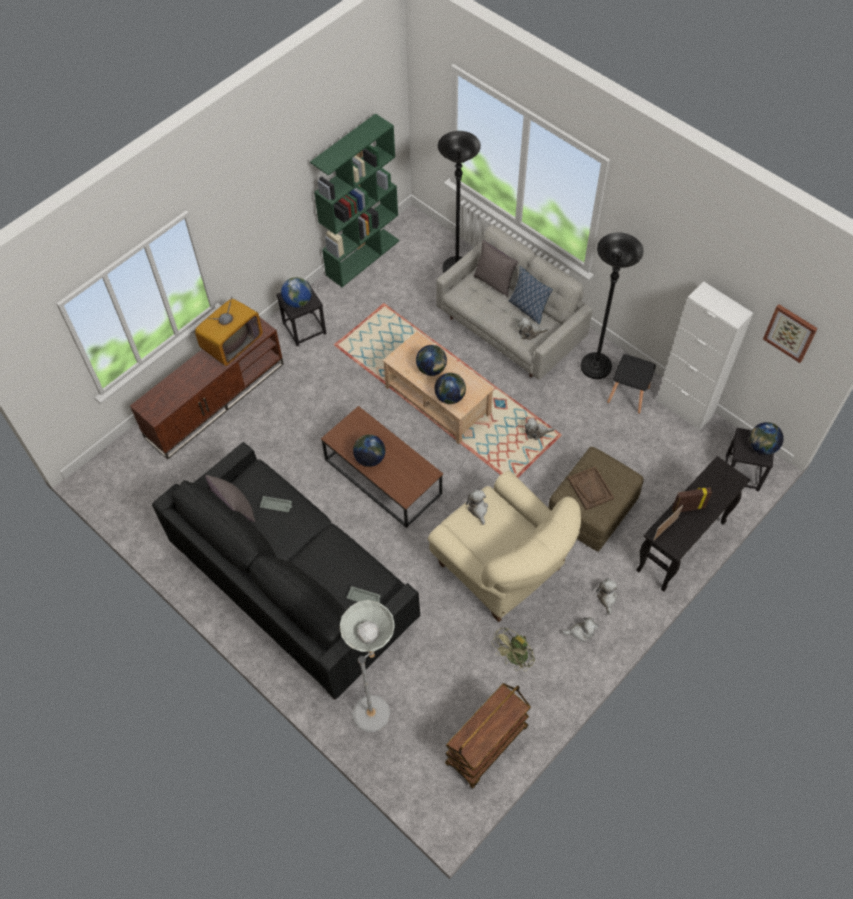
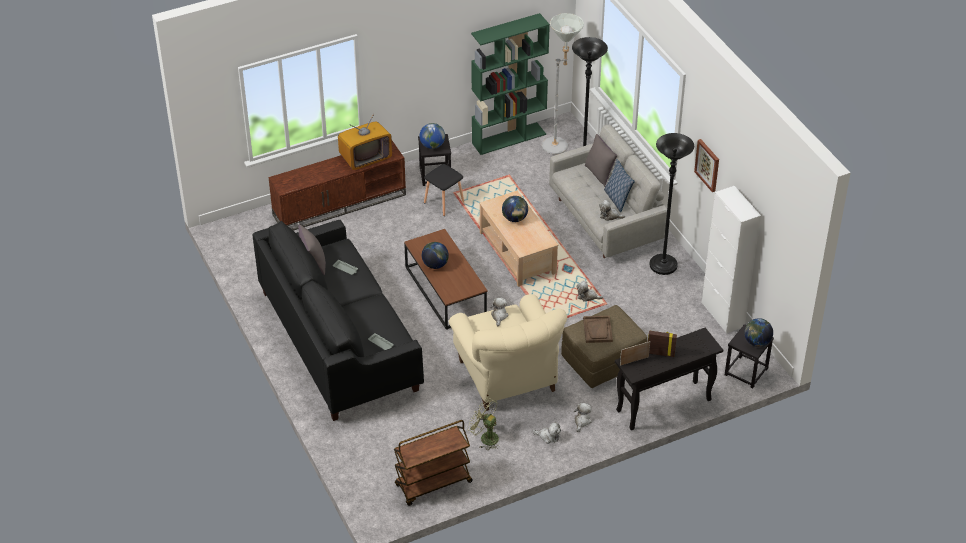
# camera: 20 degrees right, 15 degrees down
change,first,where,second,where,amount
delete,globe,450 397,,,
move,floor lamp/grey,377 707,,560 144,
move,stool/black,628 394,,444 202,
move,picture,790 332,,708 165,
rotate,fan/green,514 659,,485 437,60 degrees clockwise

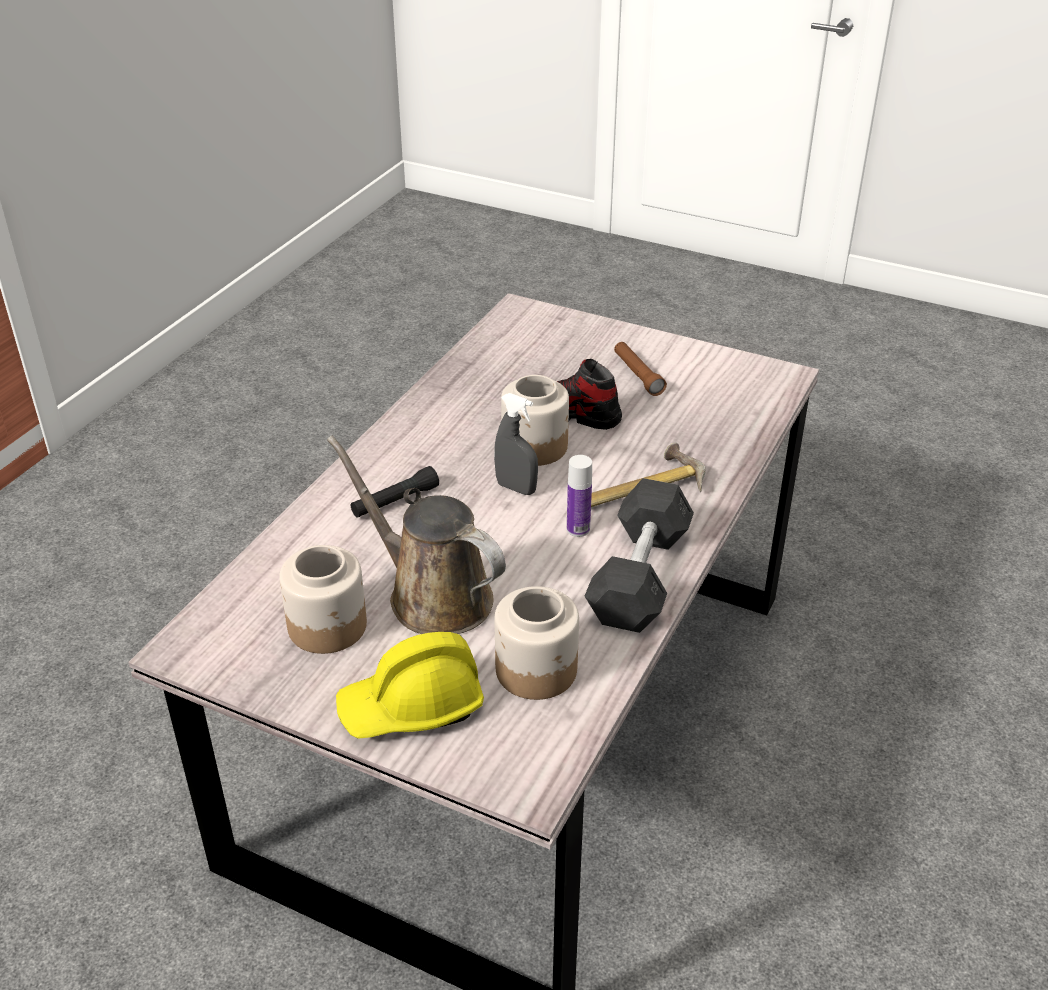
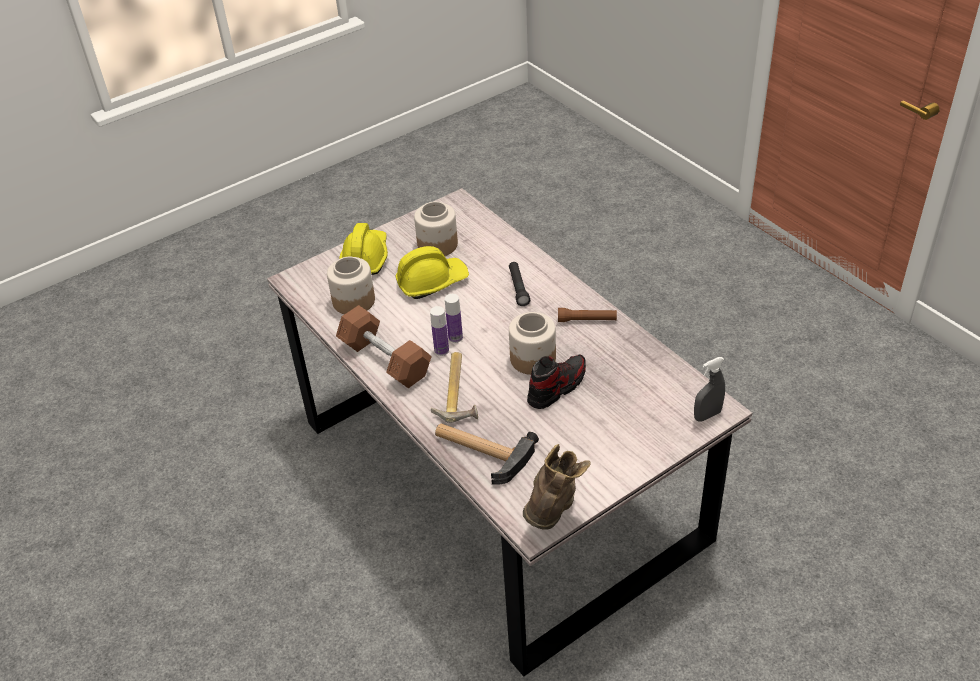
# camera: 120 degrees right, 5 degrees up
change,first,where,second,where,amount
insert,,,hammer,480 451,
insert,,,bottle,455 337,
insert,,,boot/brown,554 509,
move,spray bottle/grey,516 488,,707 415,
move,flashlight/brown,638 375,,587 320,
replace,watering can/brown,432 595,hard hat/yellow,432 282,
recolor,dumbbell/grey,639 577,dumbbell/brown,385 360,

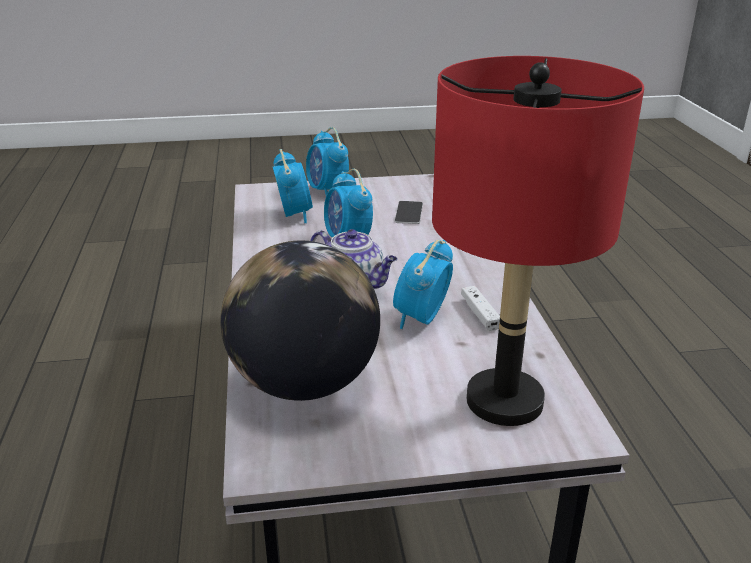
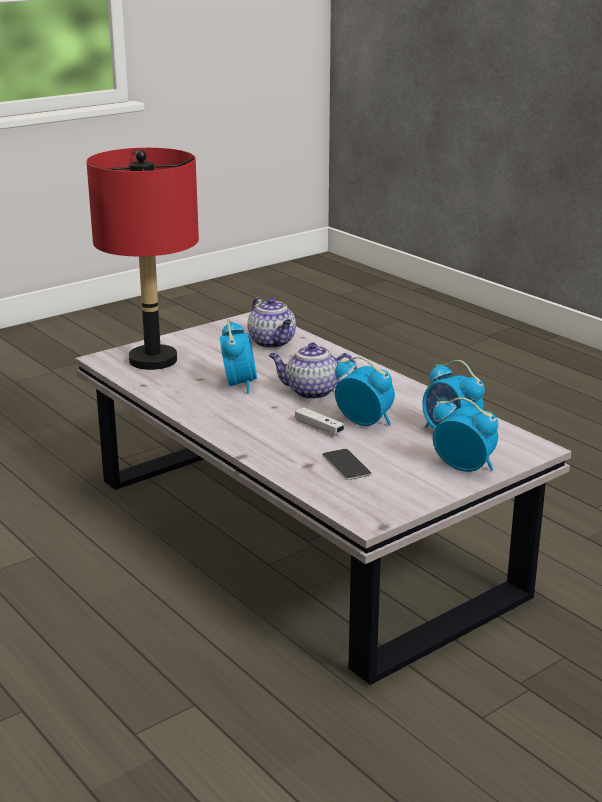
# camera: 150 degrees right, 5 degrees down
change,first,where,second,where,amount
move,game controller/white,480 314,,319 427,
replace,globe,304 384,teapot,273 343,

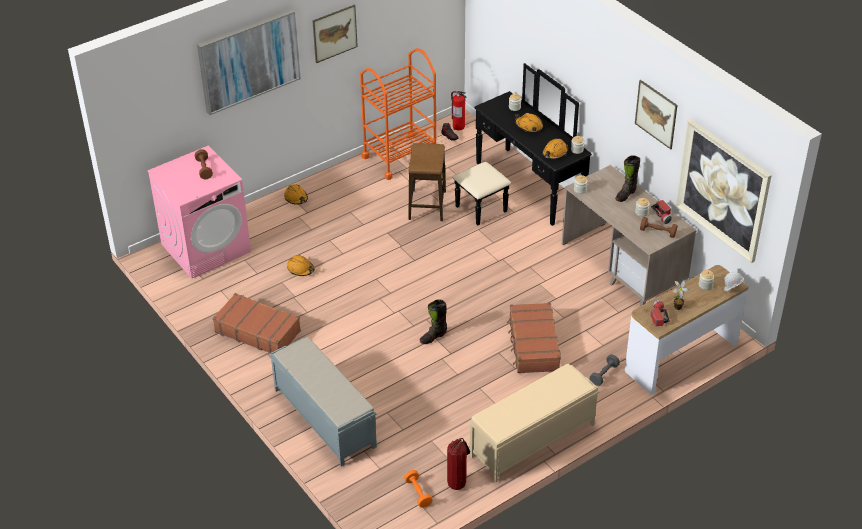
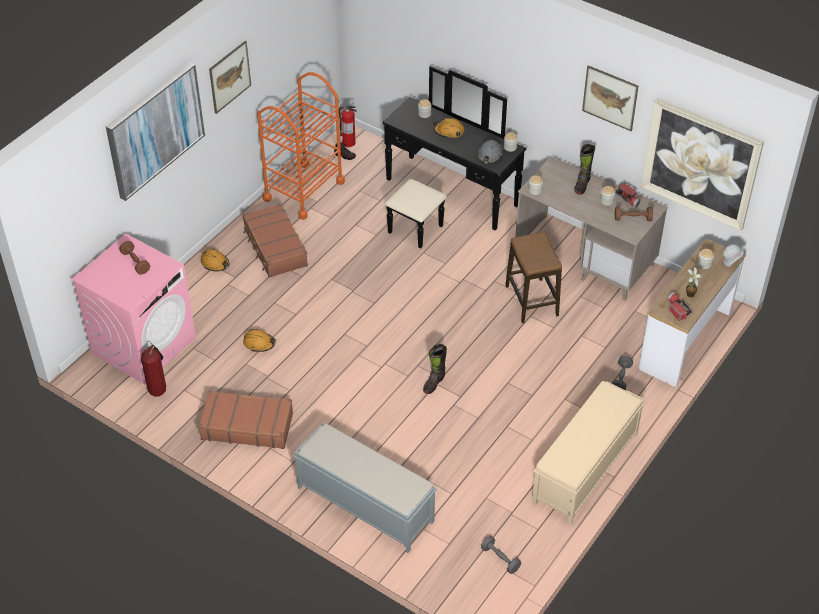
# camera: 20 degrees left, 5 degrees up
change,first,where,second,where,amount
move,stool,427 205,,531 301,
move,fire extinguisher,457 483,,158 389,
move,suitcase/brown,533 345,,275 247,
recolor,dumbbell/orange,418 493,dumbbell/grey,500 559,
recolor,hard hat/orange,554 153,hard hat/grey,489 156,

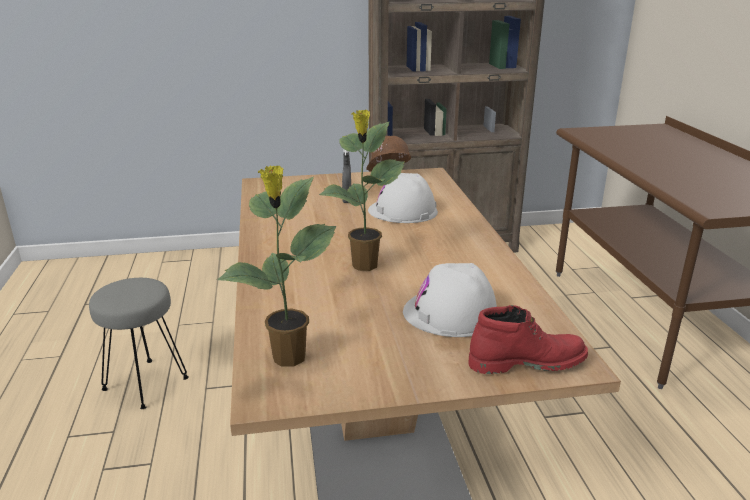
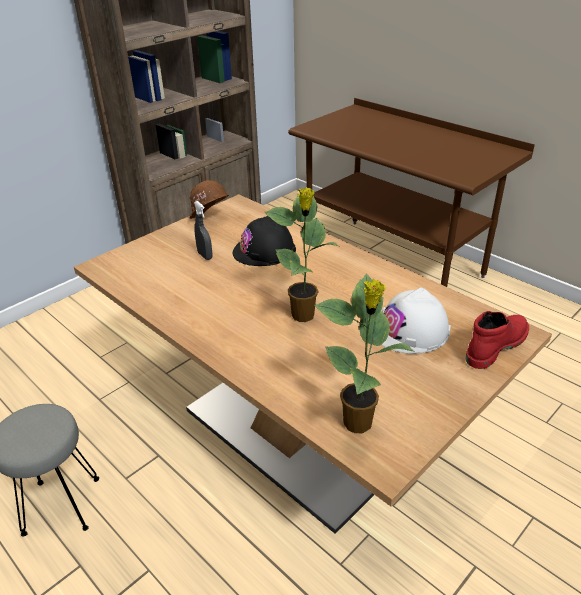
# camera: 35 degrees left, 10 degrees up
change,first,where,second,where,amount
recolor,hard hat/white,402 211,hard hat/black,264 251,

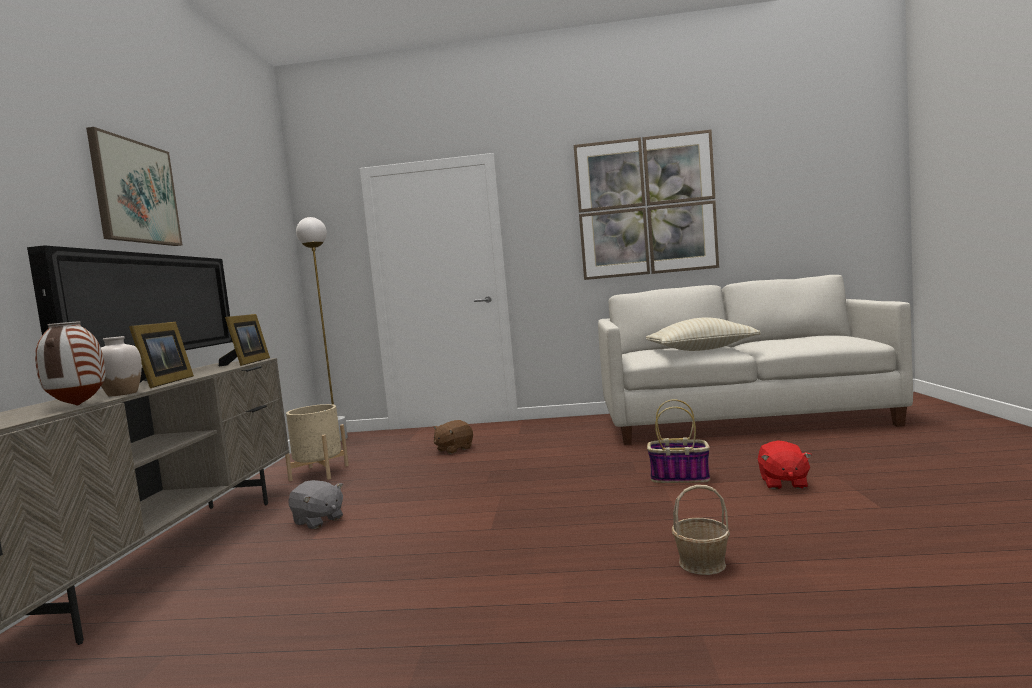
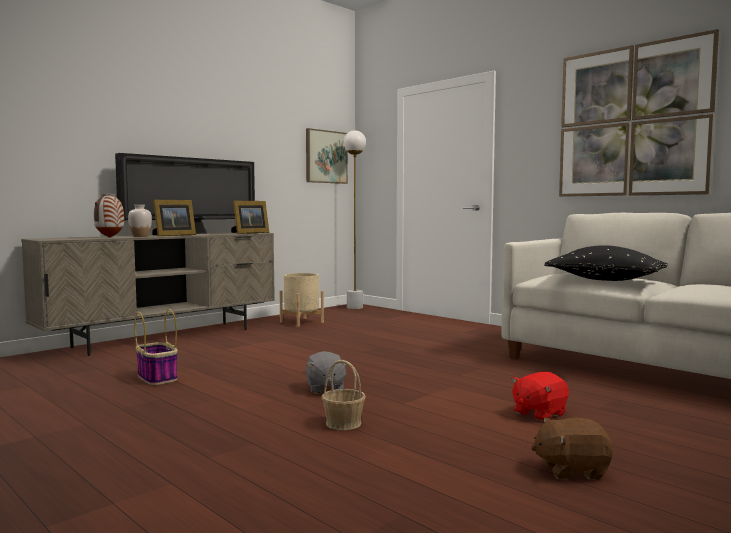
# camera: 40 degrees right, 0 degrees up
change,first,where,second,where,amount
move,picture,135 192,,326 157,
move,plush toy/grey,318 521,,325 389,
move,plush toy/brown,454 449,,571 470,
move,basket,680 477,,157 378,
recolor,pillow/beige,701 349,pillow/black,605 280,

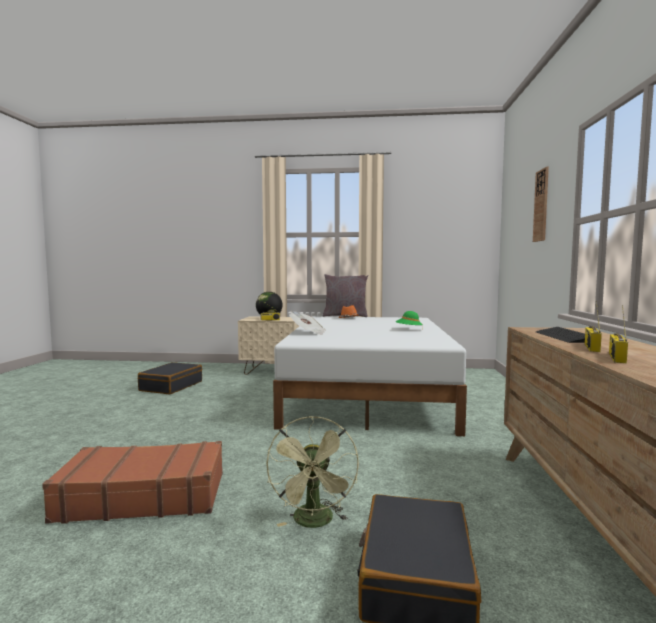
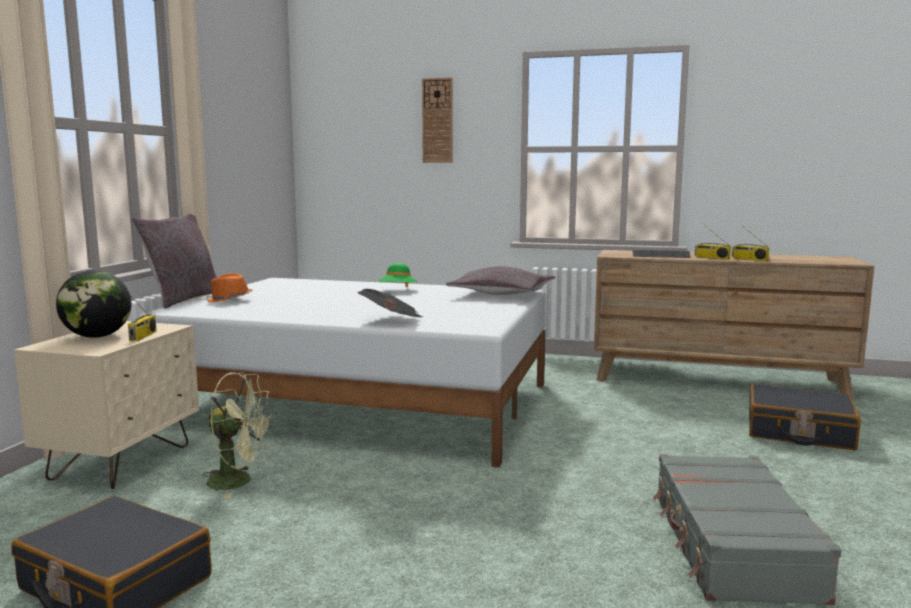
# camera: 80 degrees left, 5 degrees up
change,first,where,second,where,amount
insert,,,pillow/grey,502 294,
move,fan/green,314 522,,239 481,
recolor,suitcase/brown,143 496,suitcase/grey,731 545,

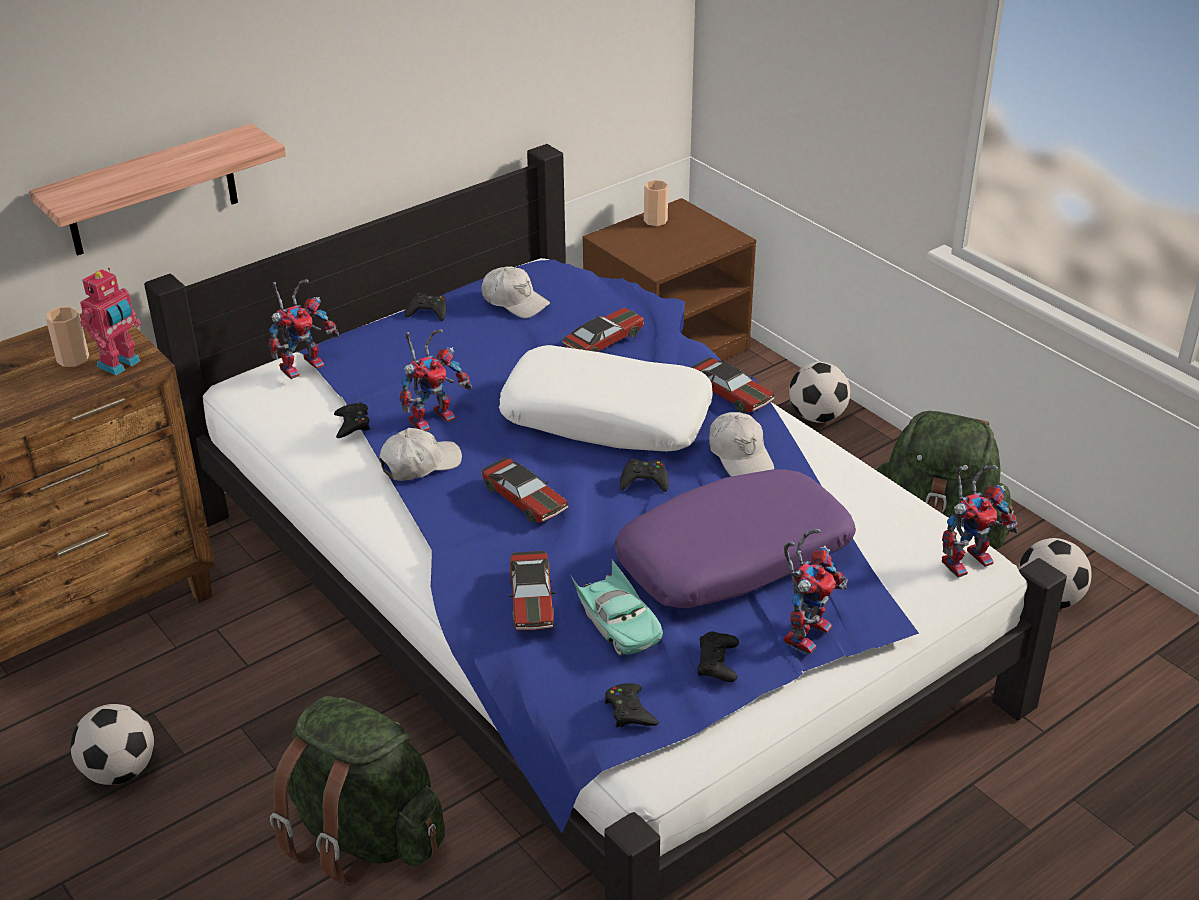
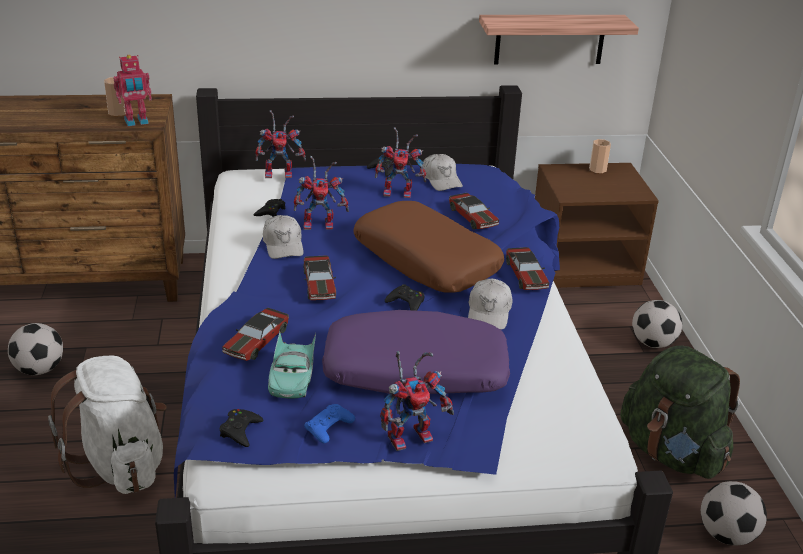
# camera: 30 degrees right, 5 degrees down
change,first,where,second,where,amount
move,shelf,151 191,,549 39,
move,toy robot,968 558,,400 192,
recolor,backpack/green,363 836,backpack/white,120 464,
recolor,pillow/white,607 417,pillow/brown,427 260,
recolor,game controller/black,718 662,game controller/blue,329 427,
rotate,cap/white,420 464,,283 245,75 degrees clockwise
rotate,toy car,604 340,,473 217,75 degrees clockwise

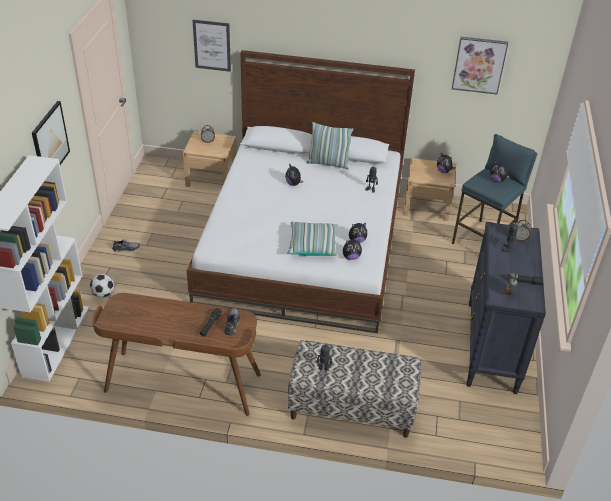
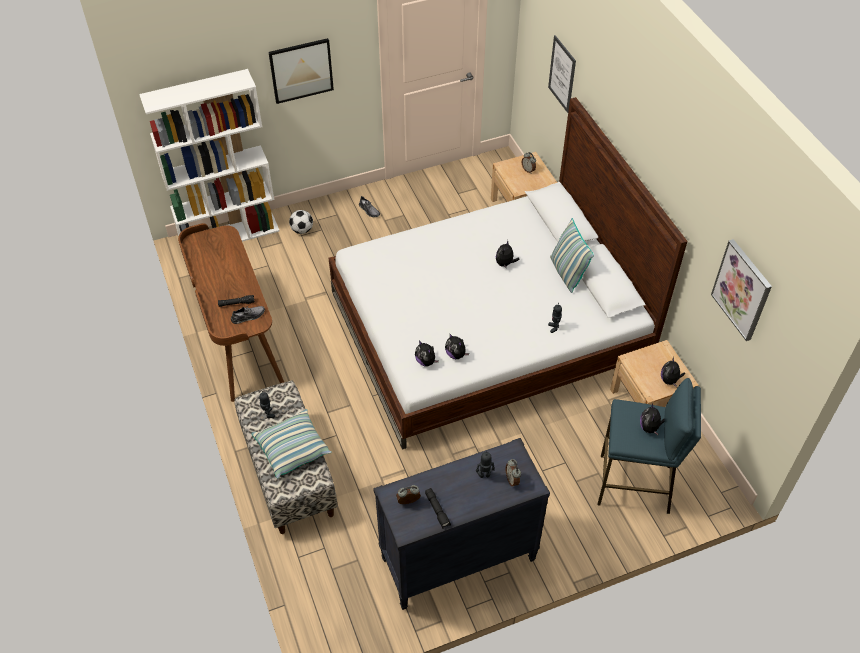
# camera: 60 degrees right, 10 degrees up
change,first,where,second,where,amount
move,pillow,312 245,,292 449,

